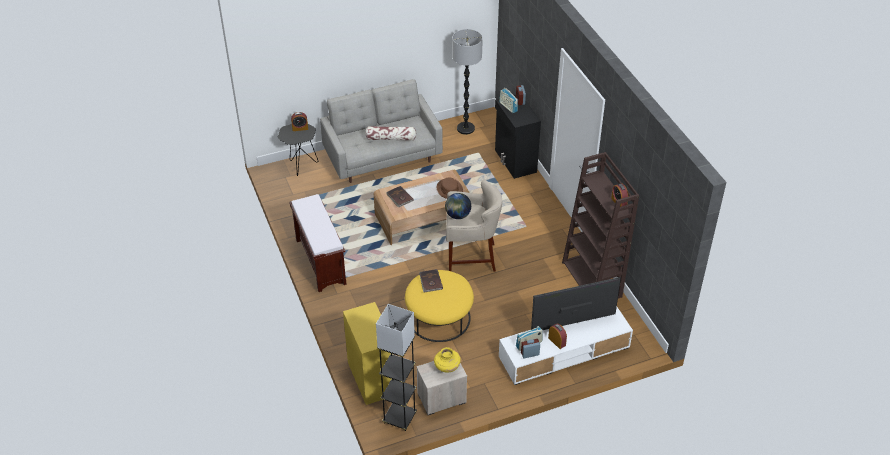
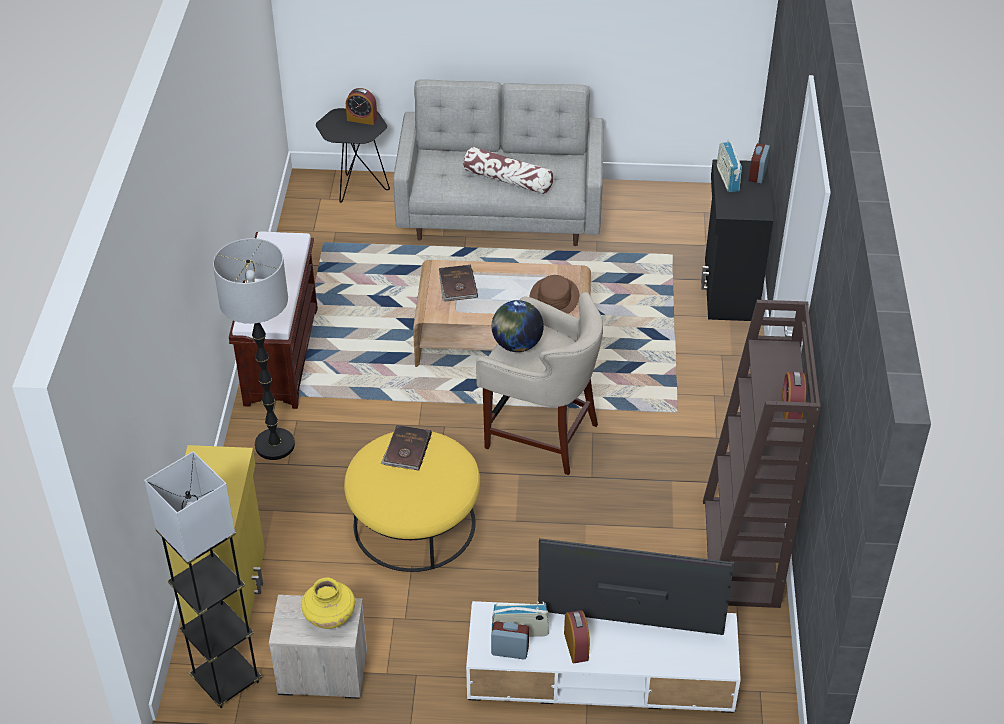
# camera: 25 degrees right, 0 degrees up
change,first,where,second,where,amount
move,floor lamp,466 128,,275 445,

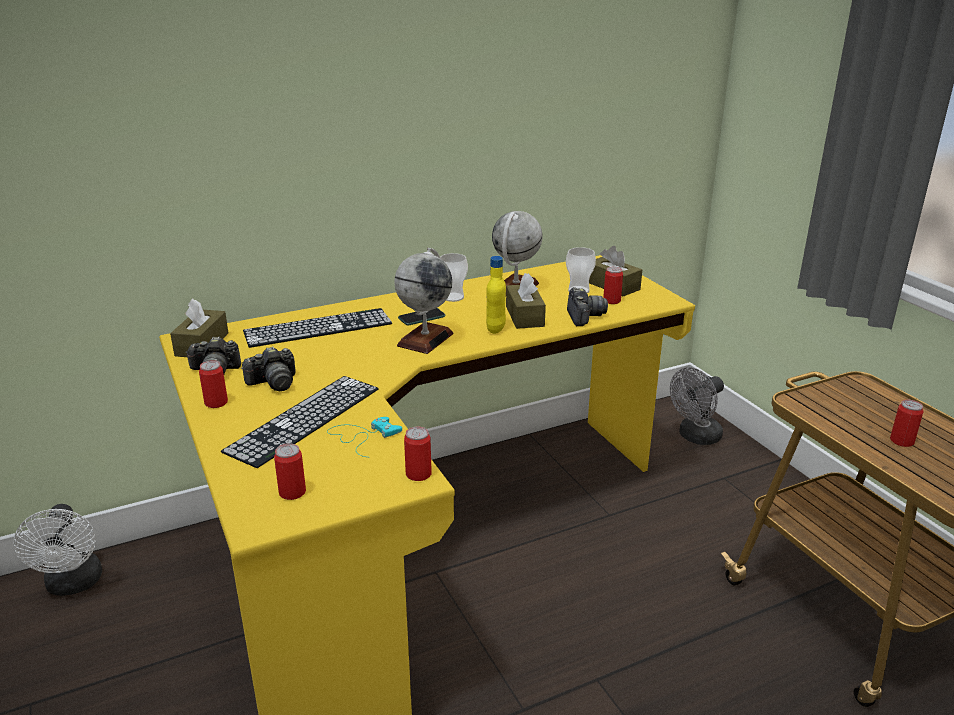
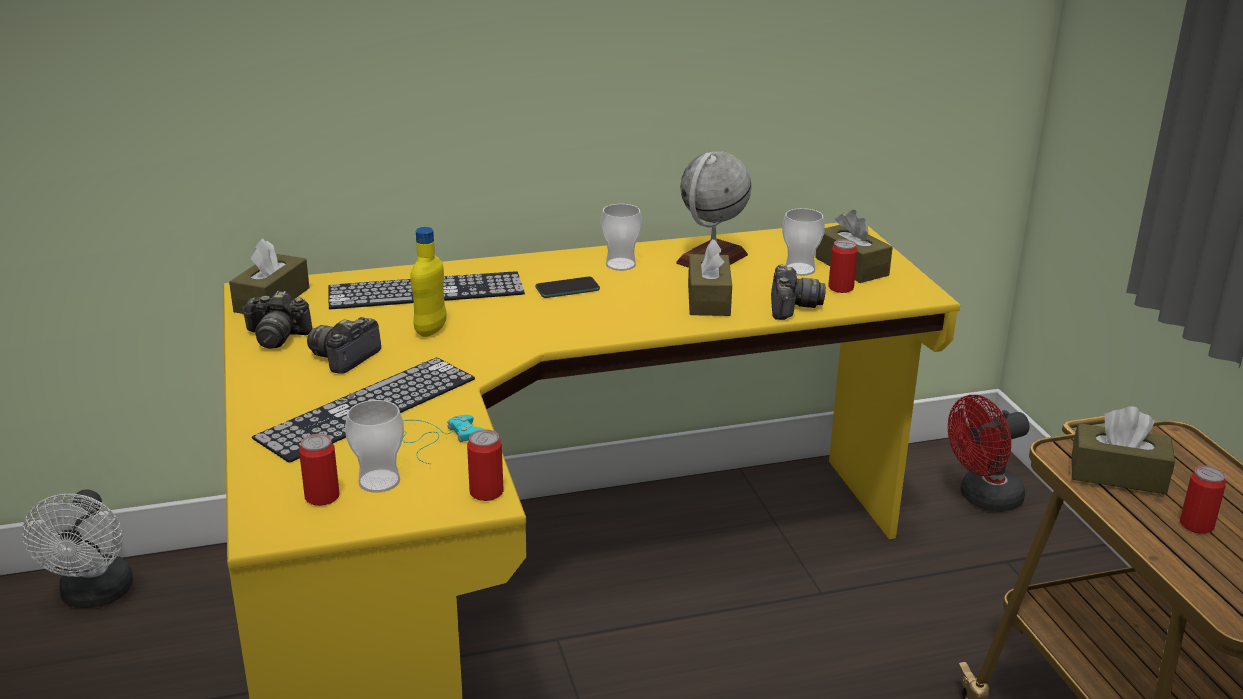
# camera: 10 degrees right, 0 degrees up
change,first,where,second,where,amount
delete,can,216 403,,,
delete,globe,425 339,,,
insert,,,cup,379 481,
insert,,,tissue box/brown,1117 474,
move,bottle/yellow,496 329,,431 330,
recolor,fan/grey,695 437,fan/red,982 498,
rotate,photo camera,273 383,,345 358,135 degrees clockwise

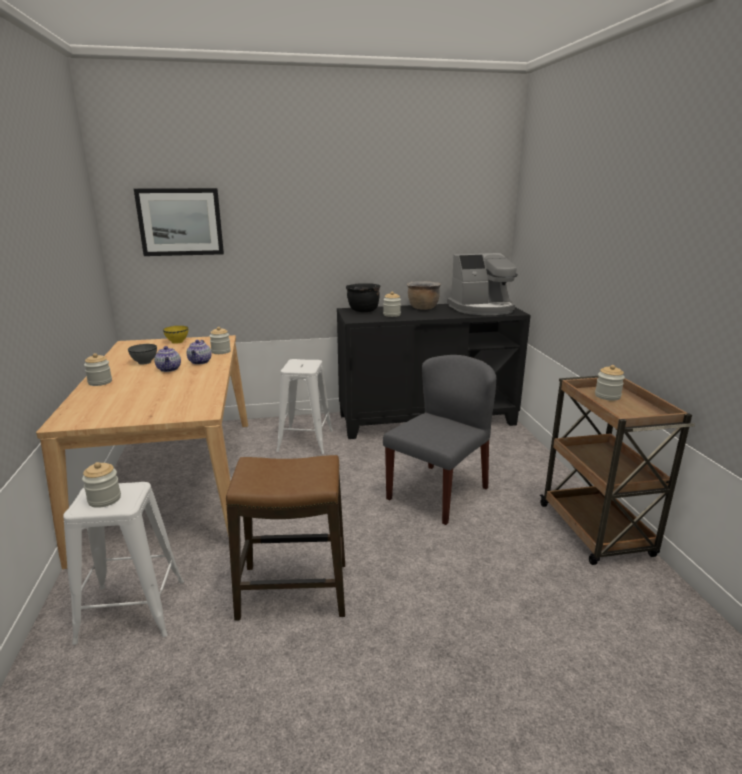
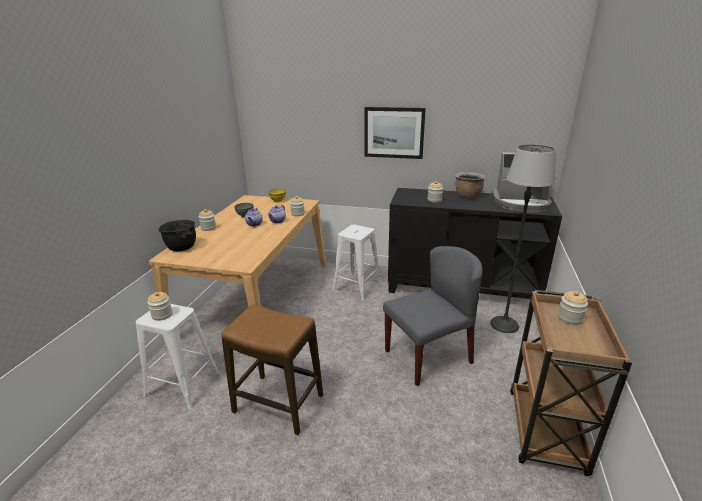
# camera: 25 degrees right, 5 degrees up
change,first,where,second,where,amount
insert,,,floor lamp,504 324,
move,picture,180 222,,394 132,
move,cooking pot/black,363 311,,181 248,

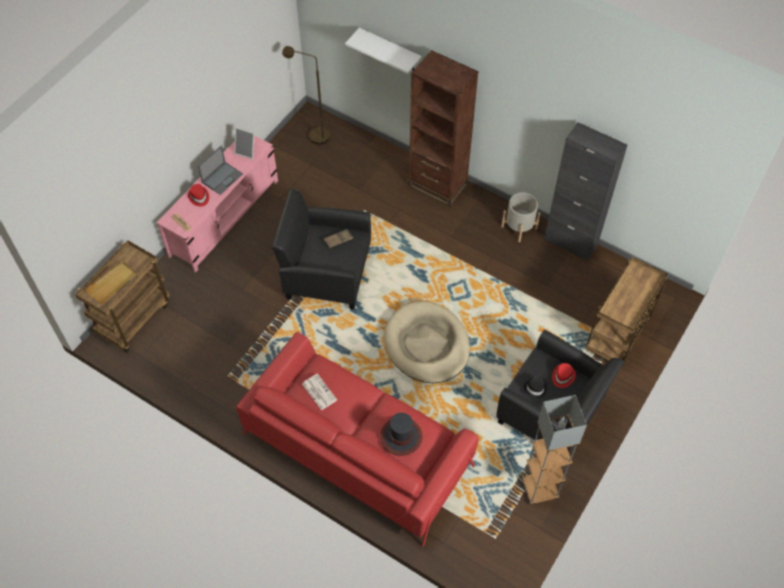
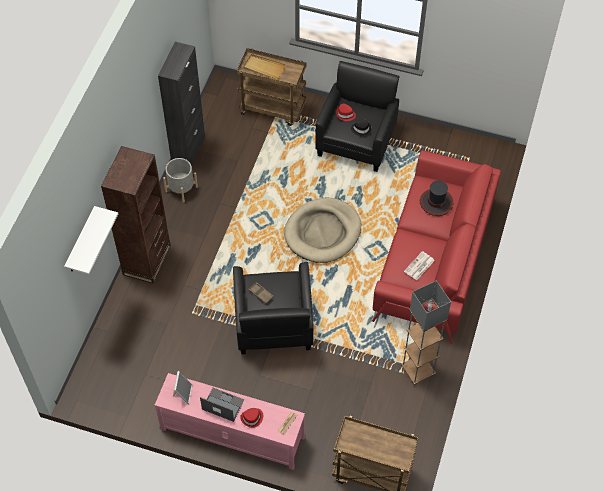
# camera: 105 degrees left, 0 degrees up
change,first,where,second,where,amount
delete,floor lamp/brown,313 136,,,
move,tray/beige,113 283,,264 68,
move,floor lamp/grey,539 489,,418 370,

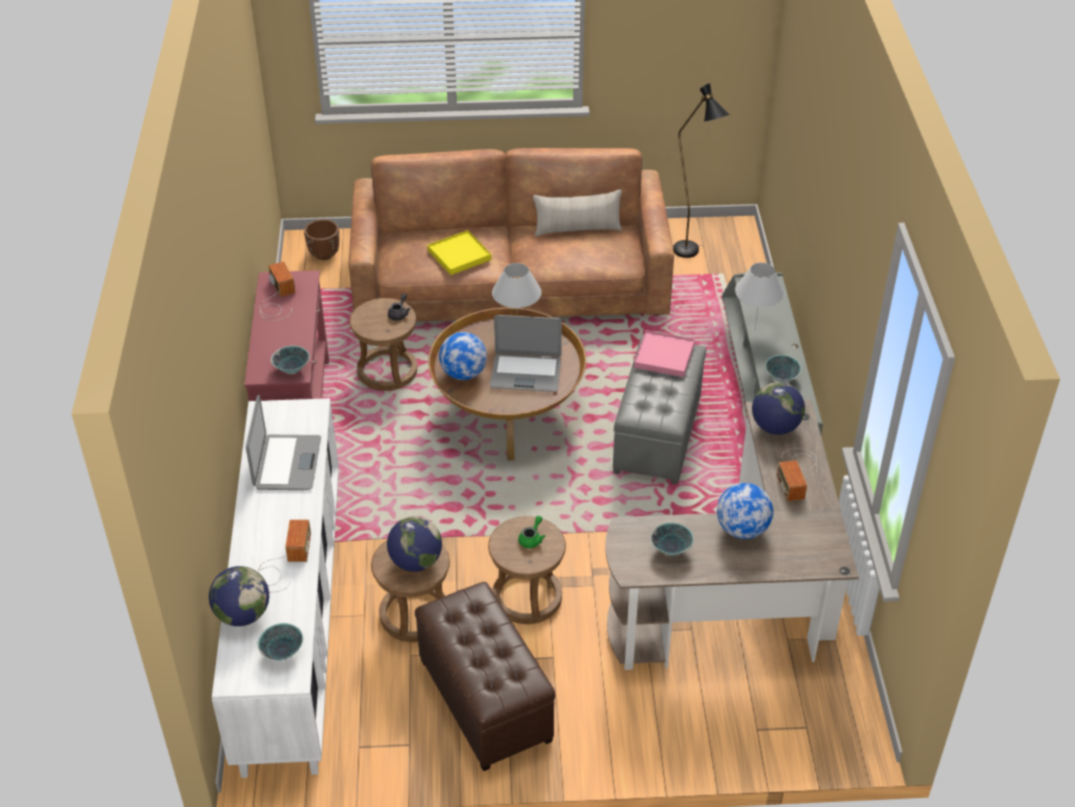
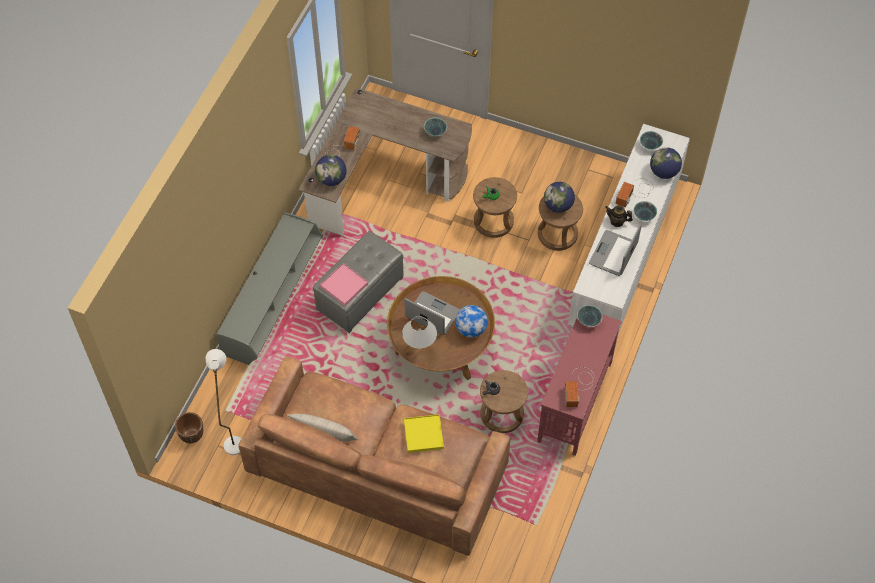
# camera: 155 degrees left, 15 degrees up
change,first,where,second,where,amount
delete,ottoman/brown,486 699,,,
delete,globe,742 530,,,
delete,table lamp/white,755 331,,,
insert,,,teapot,617 221,
move,planter/brown,324 254,,191 435,
move,bowl,781 378,,643 216,
recolor,floor lamp/black,692 255,floor lamp/white,233 438,

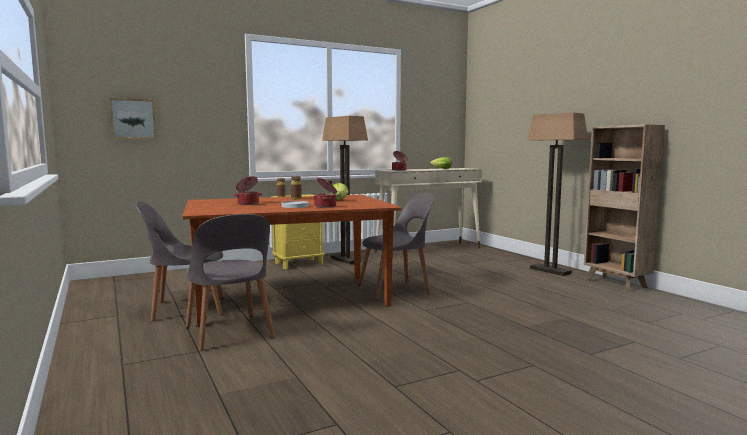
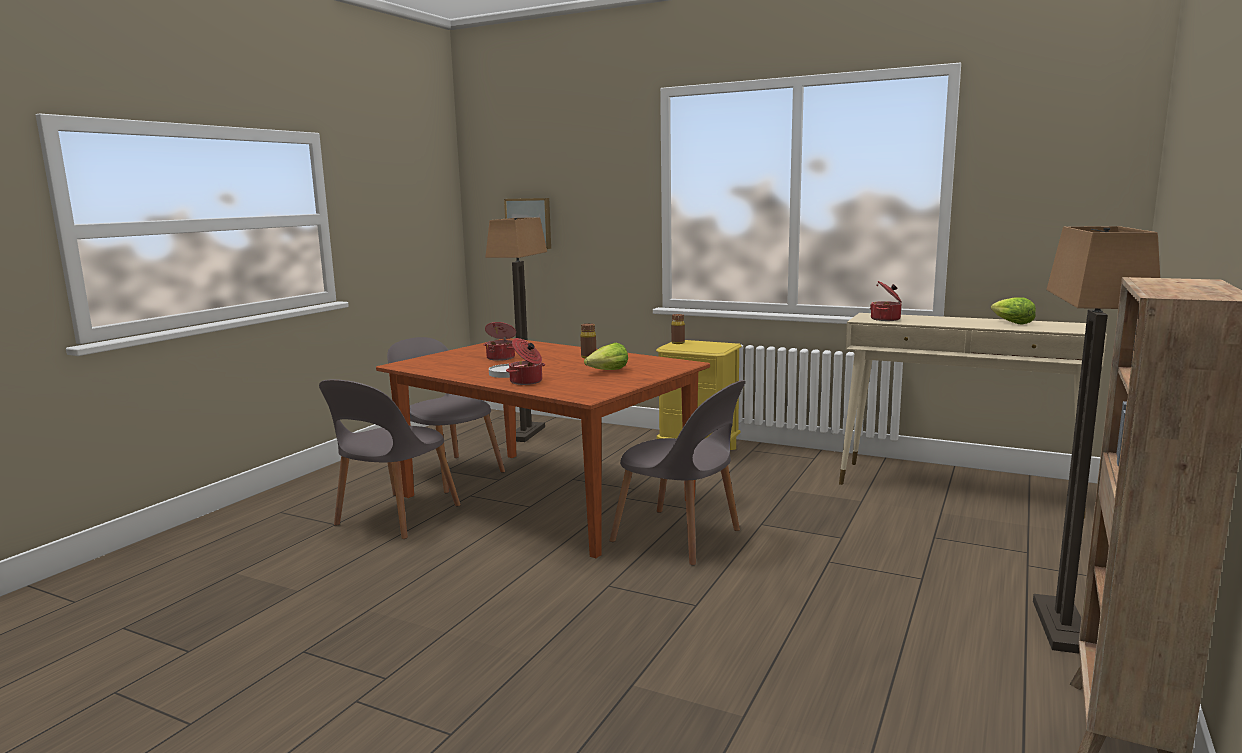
# camera: 55 degrees right, 5 degrees up
change,first,where,second,where,amount
move,floor lamp,345 260,,526 434,

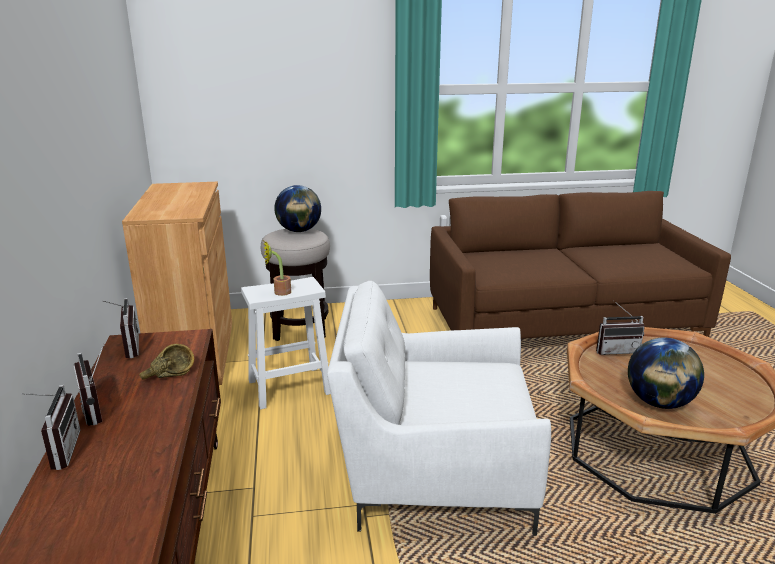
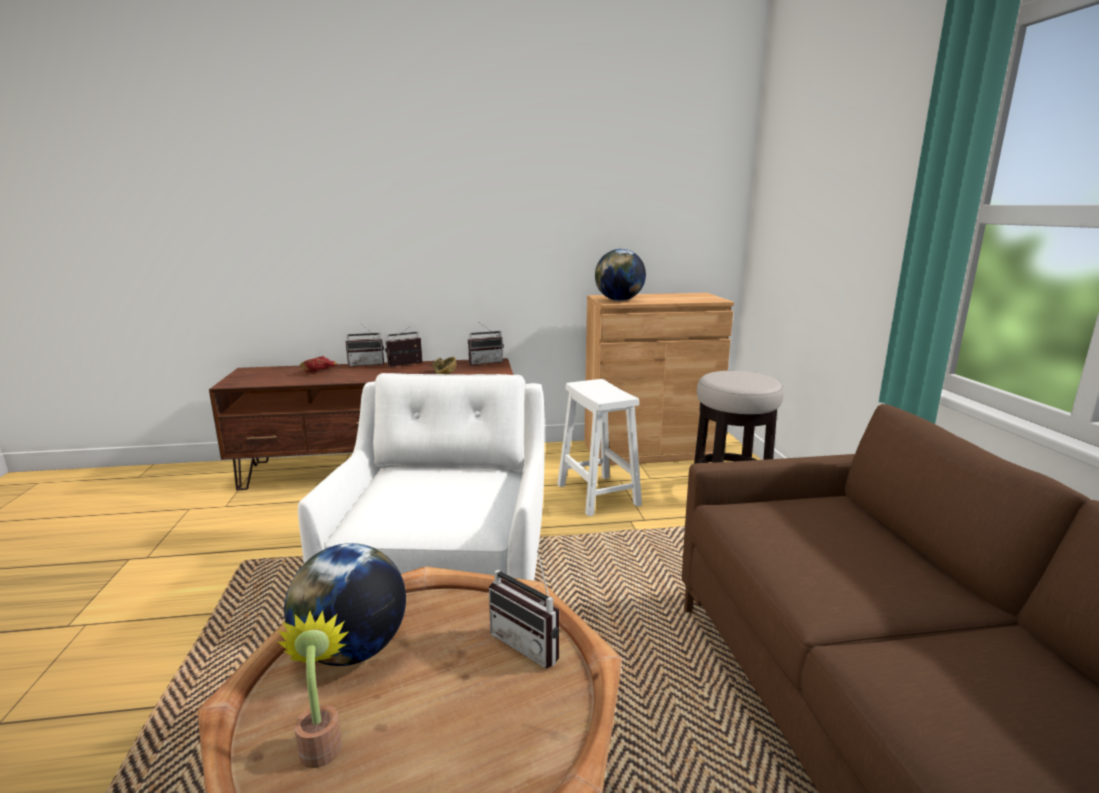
# camera: 90 degrees right, 5 degrees down
change,first,where,second,where,amount
insert,,,bowl/red,319 371,
move,potted plant,279 292,,321 742,
move,globe,299 231,,619 300,
rotate,radio,616 350,,531 643,45 degrees counterclockwise

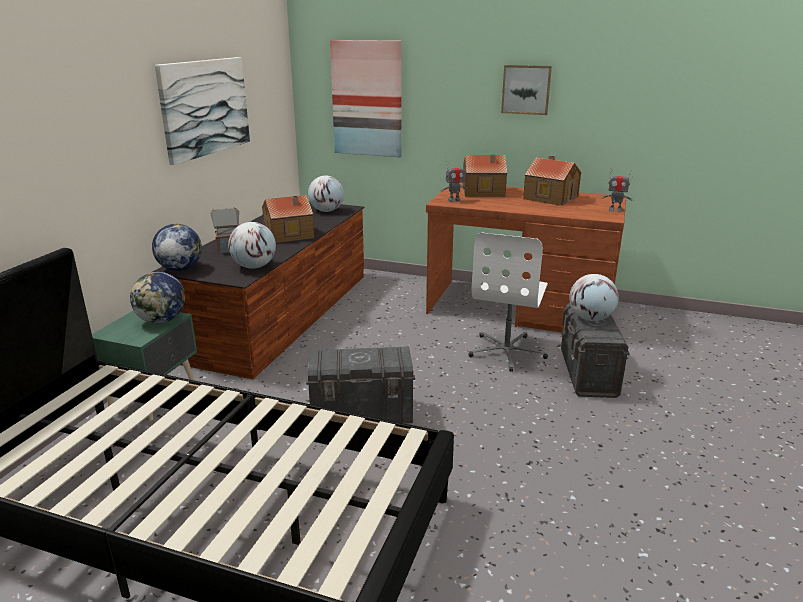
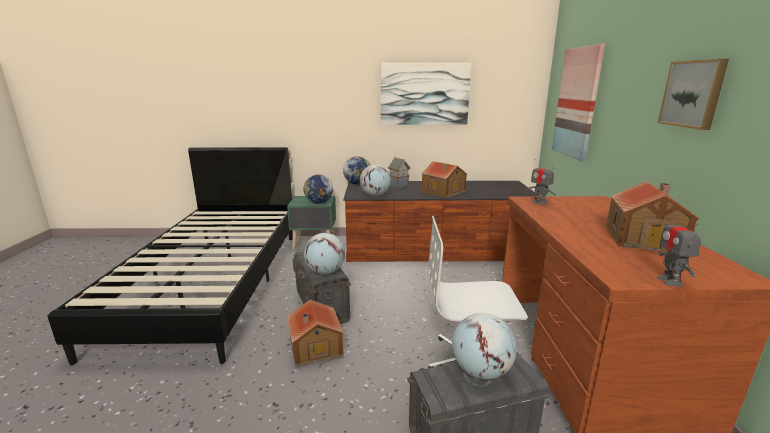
# camera: 70 degrees right, 5 degrees down
change,first,where,second,where,amount
move,globe,326 211,,325 271,
move,toy house,484 192,,315 348,

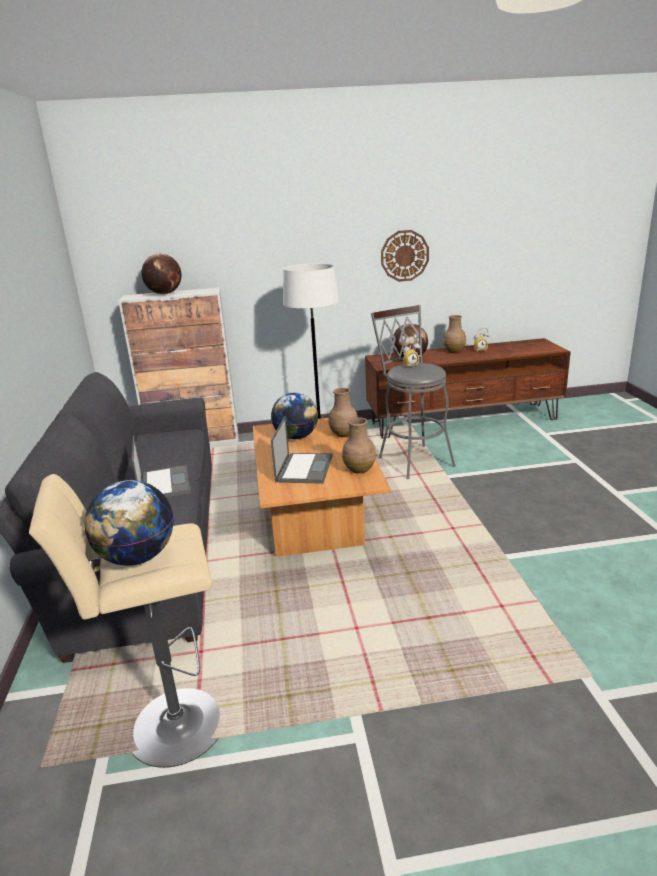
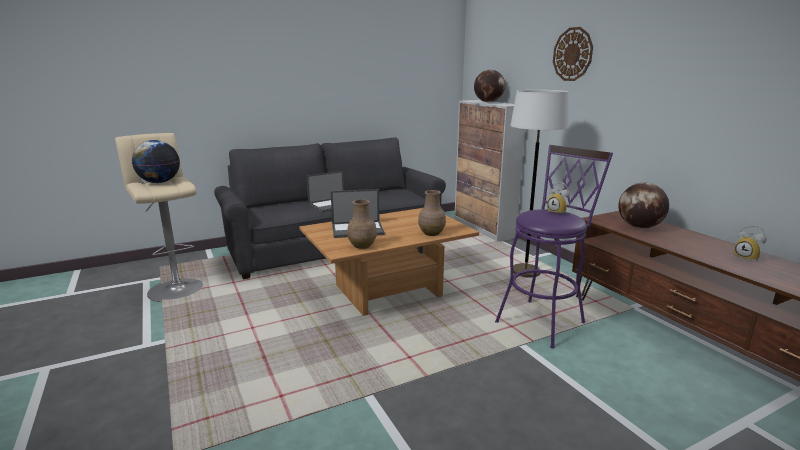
# camera: 70 degrees right, 5 degrees down
change,first,where,second,where,amount
delete,globe,296 437,,,
delete,vase/brown,454 351,,,
move,wall clock,404 255,,572 54,
recolor,stool/grey,412 459,stool/purple,544 320,

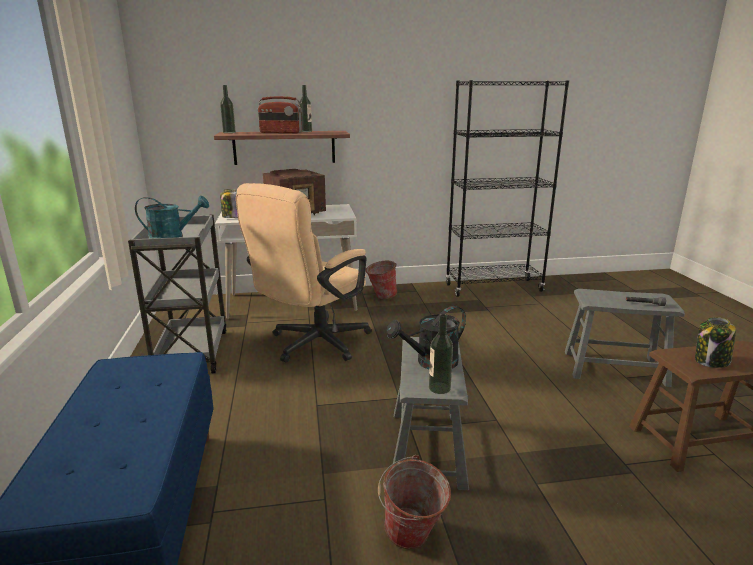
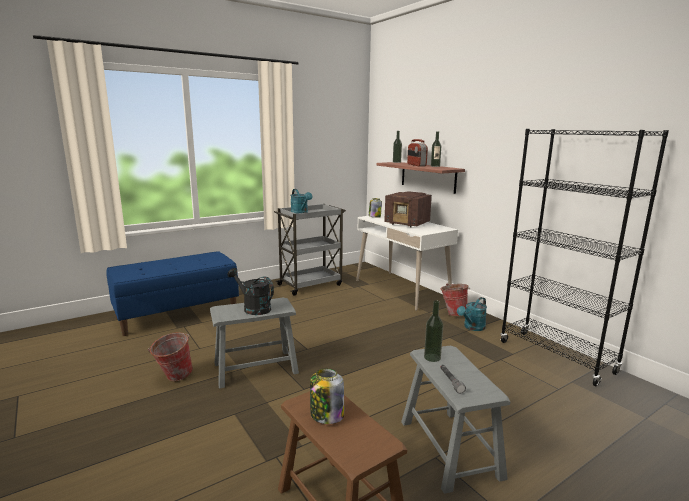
# camera: 65 degrees right, 5 degrees down
change,first,where,second,where,amount
delete,office chair/beige,312 345,,,
insert,,,watering can/turquoise,472 328,
move,bottle,439 388,,432 357,

